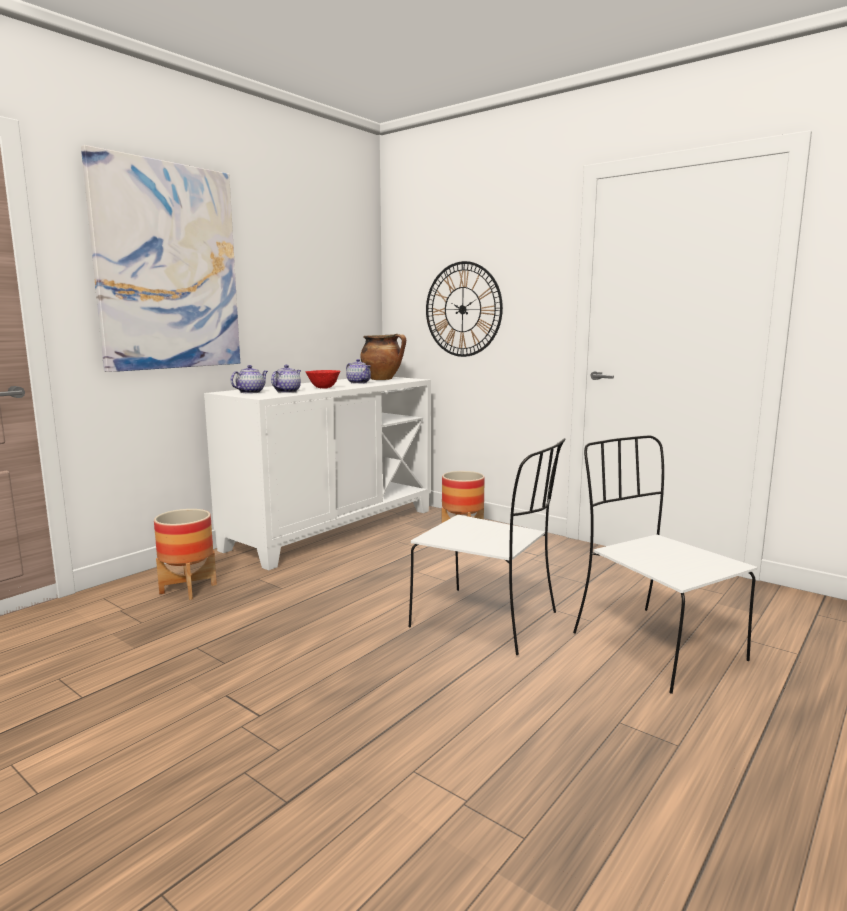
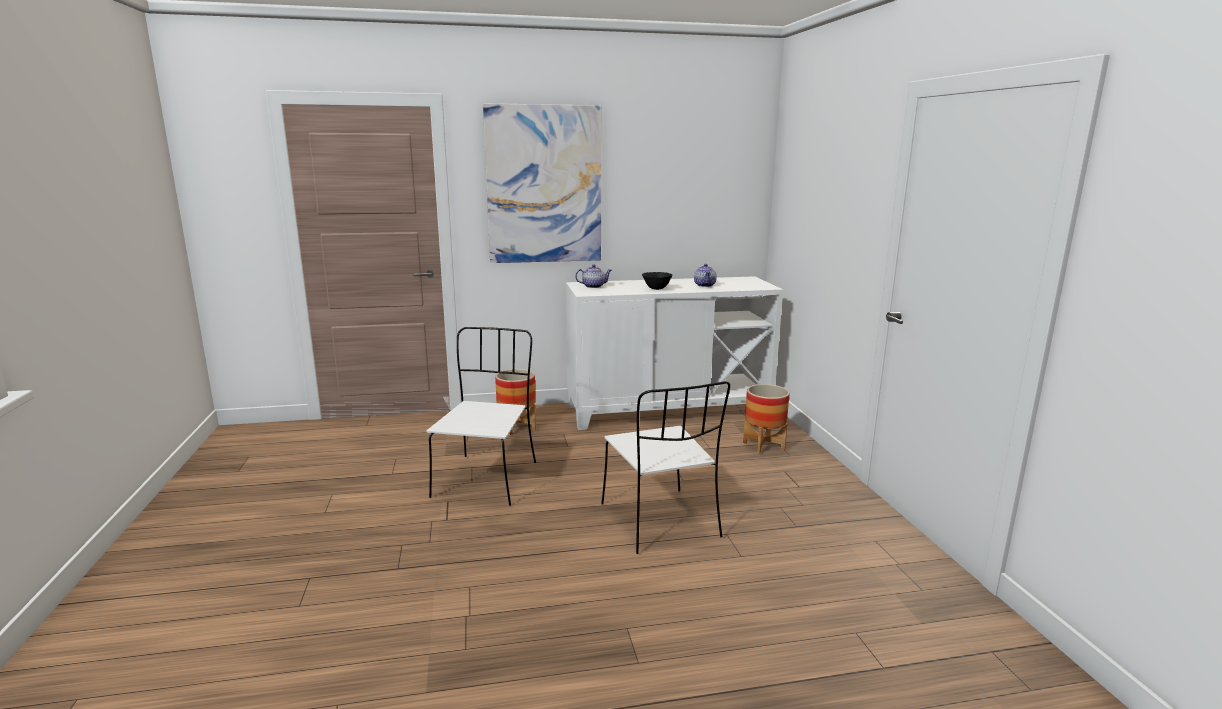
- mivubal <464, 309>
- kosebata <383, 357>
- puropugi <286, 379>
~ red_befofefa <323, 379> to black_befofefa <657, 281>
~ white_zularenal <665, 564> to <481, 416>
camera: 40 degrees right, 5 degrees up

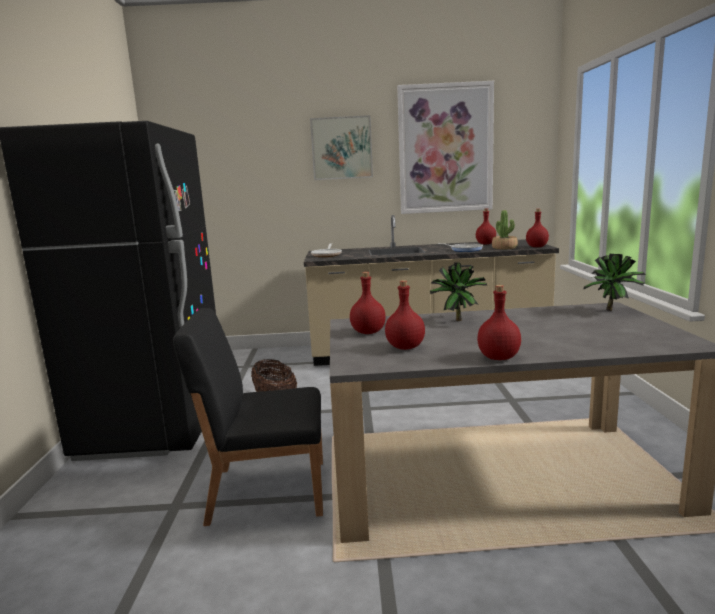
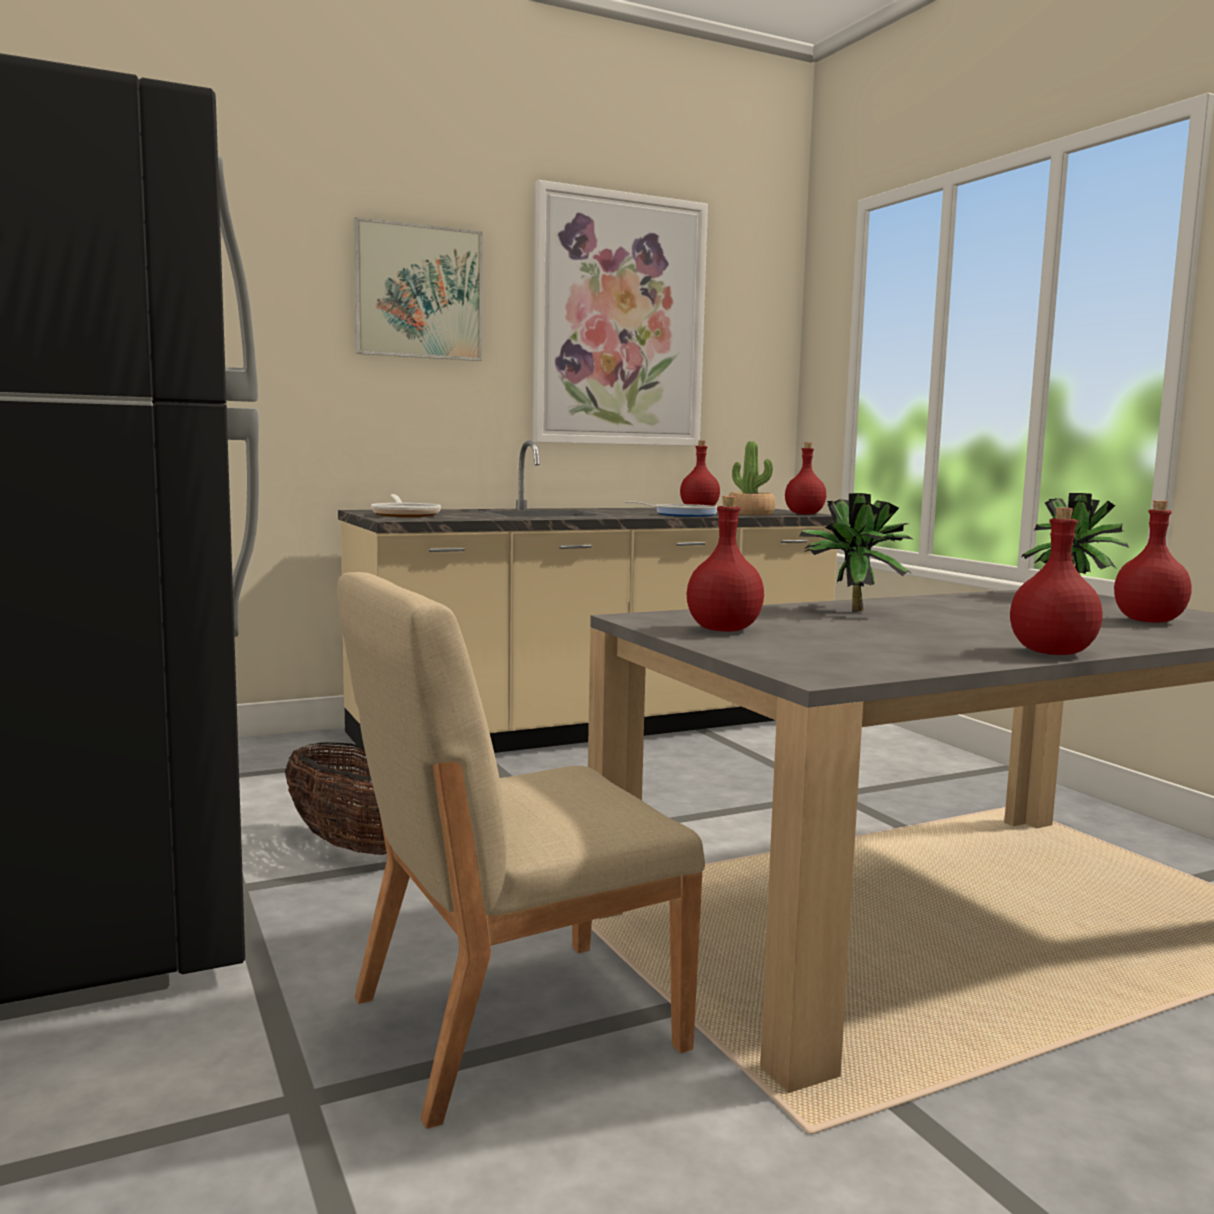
~ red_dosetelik <405, 315> to <1153, 562>
~ black_zularenal <248, 417> to beige_zularenal <521, 850>
camera: 25 degrees left, 5 degrees down

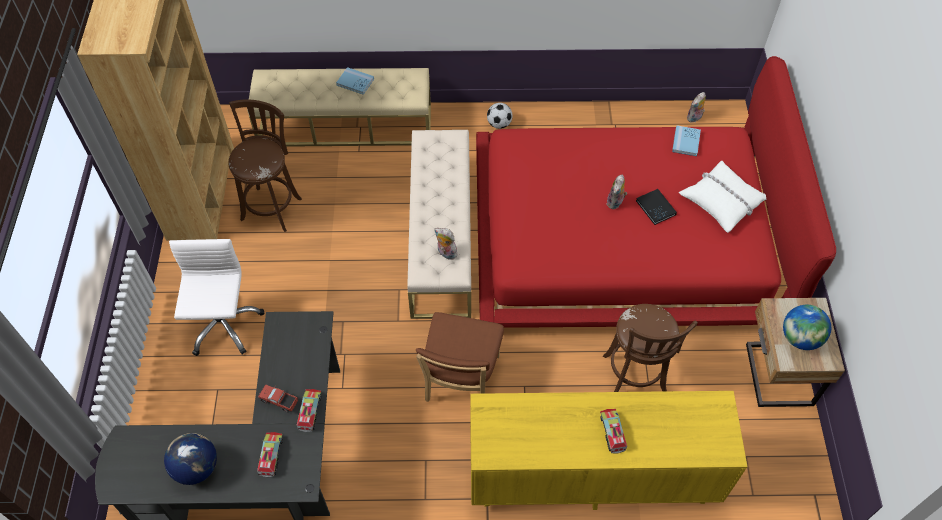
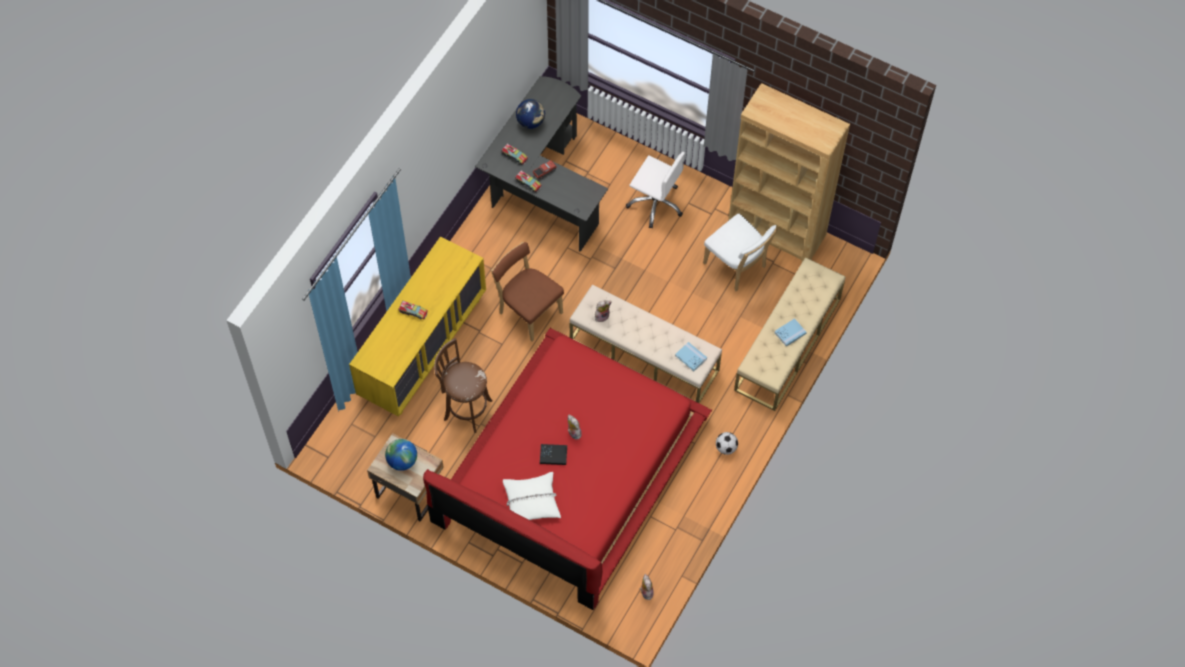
~ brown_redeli <265, 165> to white_zularenal <740, 252>
~ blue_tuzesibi <686, 140> to <691, 356>
camera: 120 degrees right, 5 degrees up

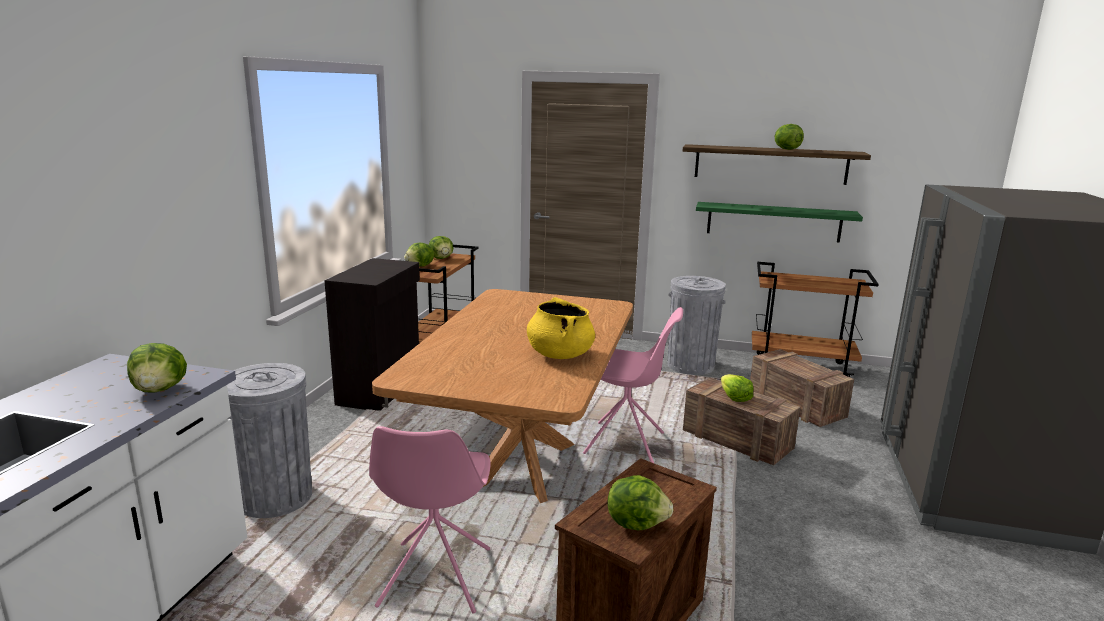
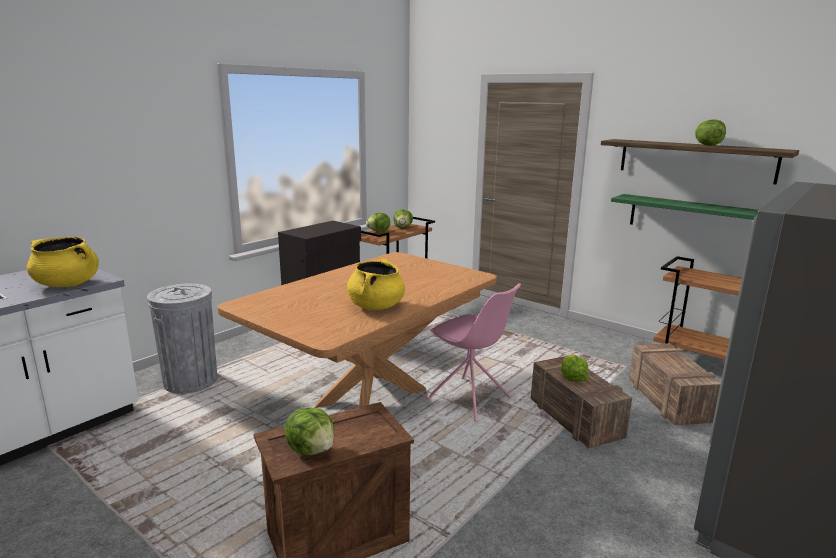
- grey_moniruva <696, 325>
~ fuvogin <157, 368> to yellow_kosebata <63, 262>
- pink_zularenal <430, 519>
camera: 25 degrees right, 0 degrees up

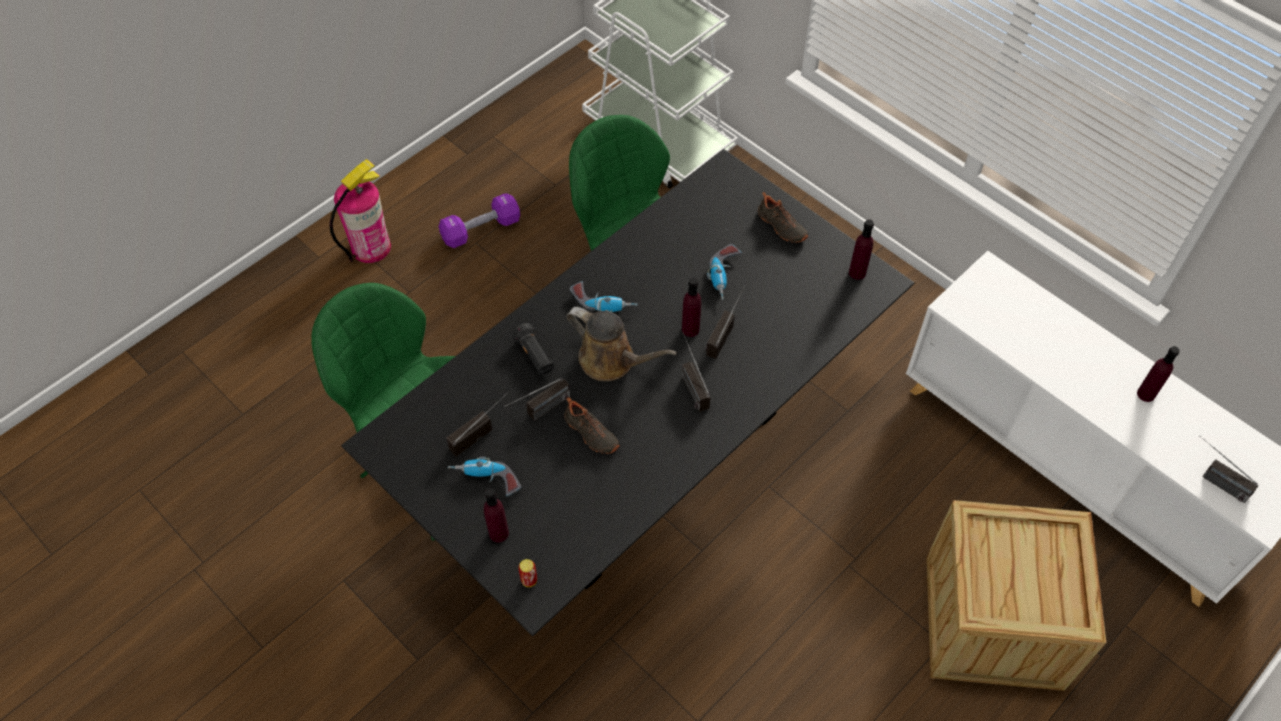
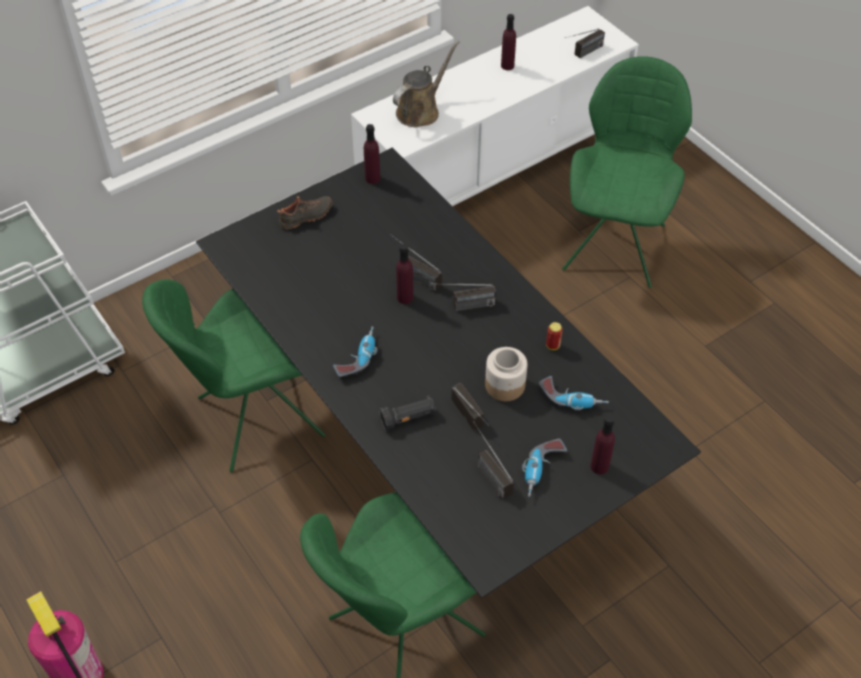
- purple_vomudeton <479, 220>
~ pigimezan <724, 272> to <574, 393>
~ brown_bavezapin <621, 344> to <426, 84>
~ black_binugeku <592, 425> to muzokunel <506, 374>
~ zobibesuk <1016, 595> to green_zularenal <627, 172>
~ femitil <527, 573> to <554, 336>
camera: 80 degrees left, 5 degrees down

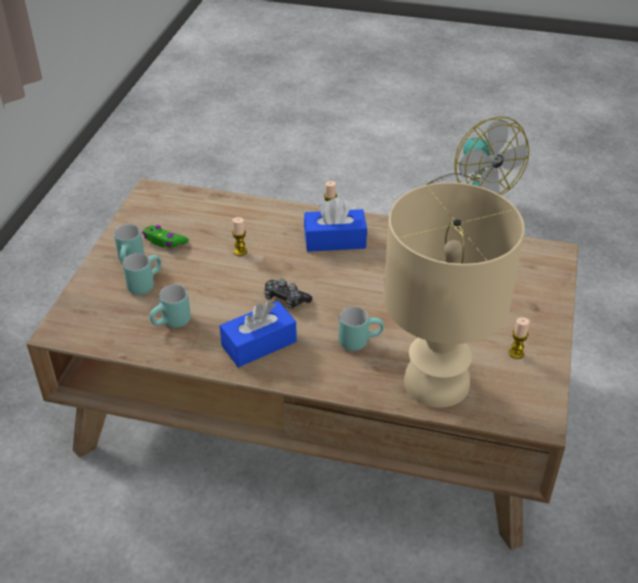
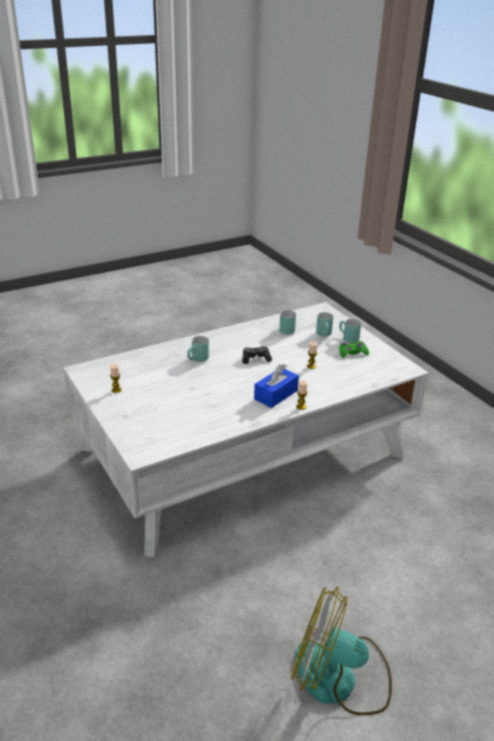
~ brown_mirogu <302, 364> to white_mirogu <246, 429>
- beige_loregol <454, 295>
- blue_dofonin <258, 334>
camera: 135 degrees right, 10 degrees down

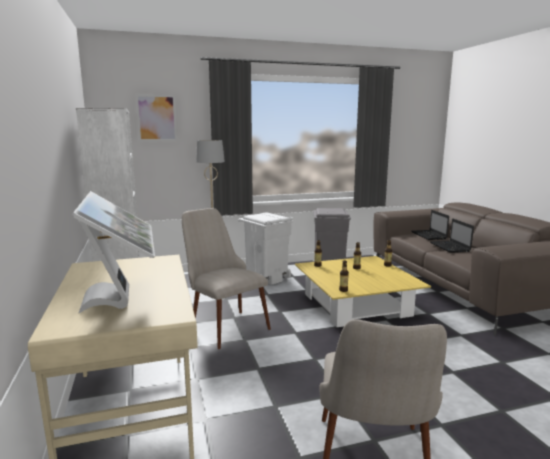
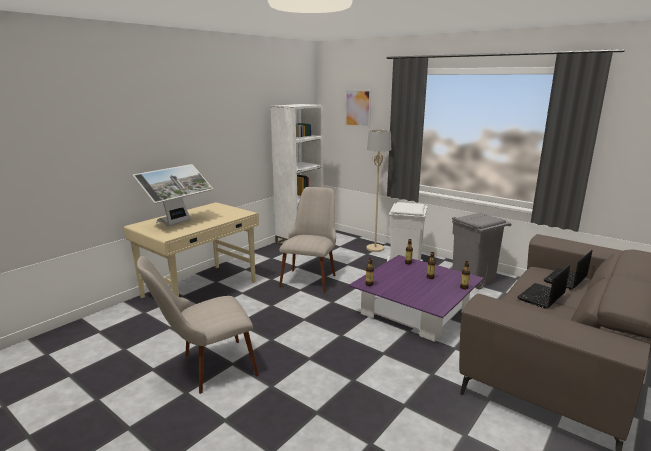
~ yellow_mirogu <363, 291> to purple_mirogu <416, 298>
camera: 55 degrees right, 5 degrees up

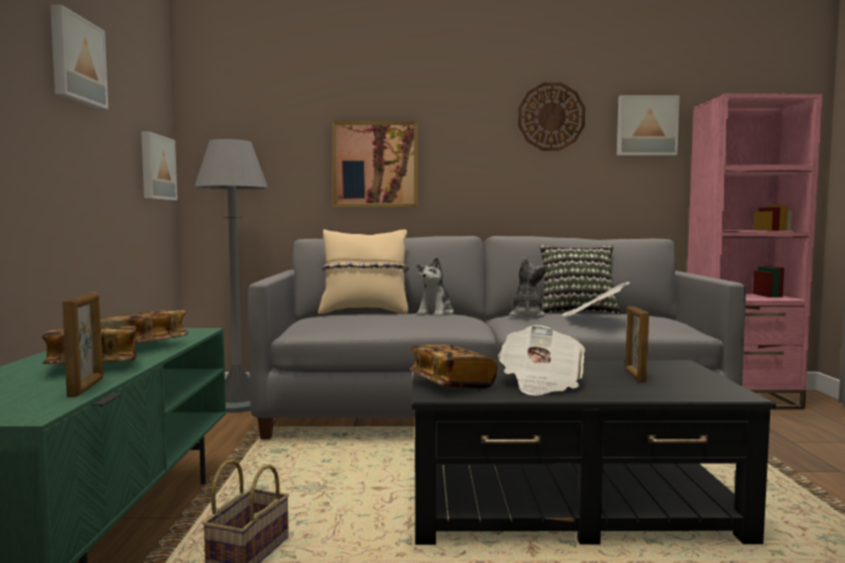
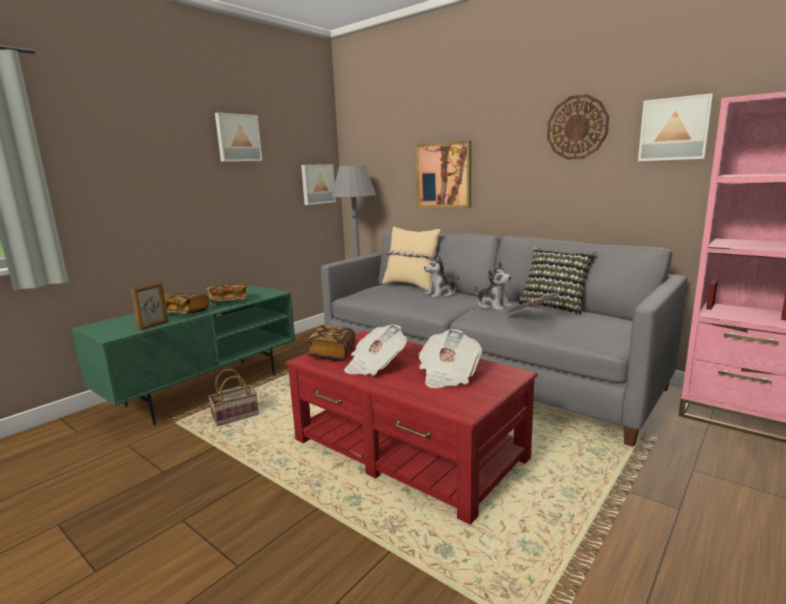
~ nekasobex <528, 287> = <494, 286> 90 degrees clockwise
~ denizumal <637, 344> to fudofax <450, 358>
~ black_mirogu <594, 452> to red_mirogu <411, 428>
camera: 40 degrees right, 10 degrees up

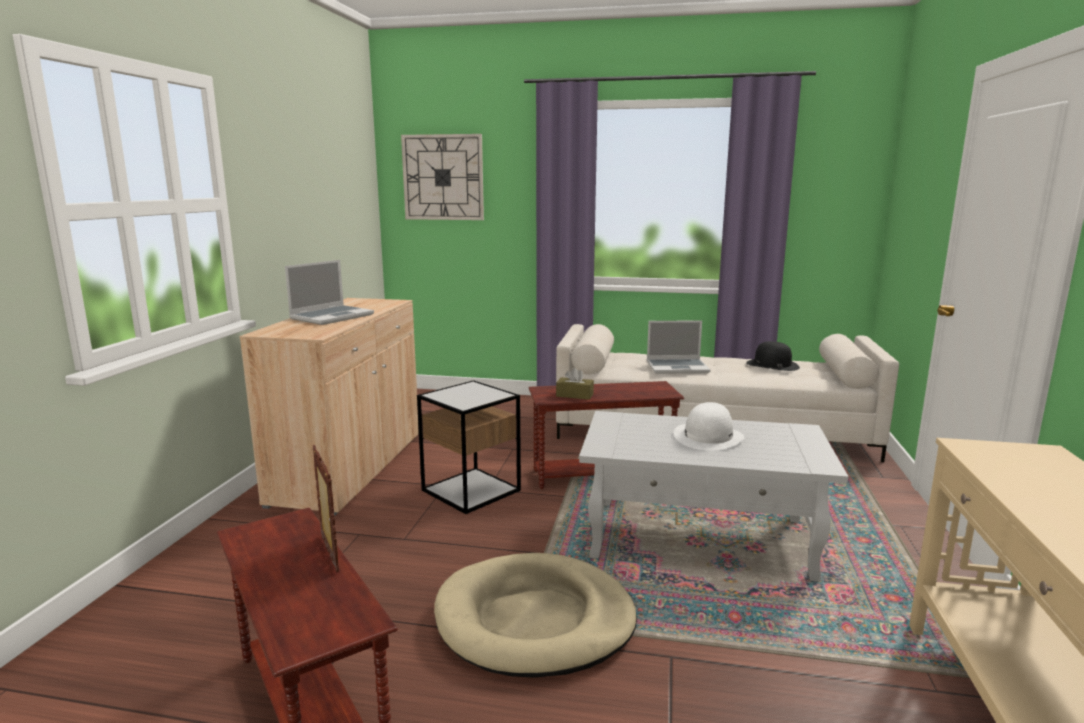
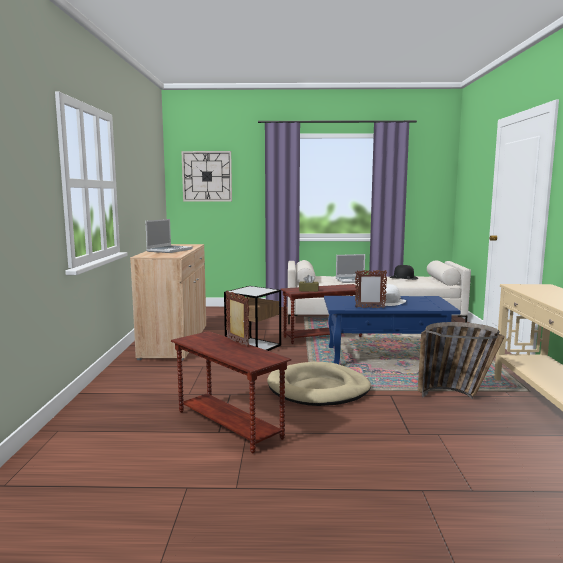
~ white_mirogu <713, 496> to blue_mirogu <392, 330>
+ denizumal <371, 289>
+ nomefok <461, 360>
camera: 10 degrees left, 5 degrees down

